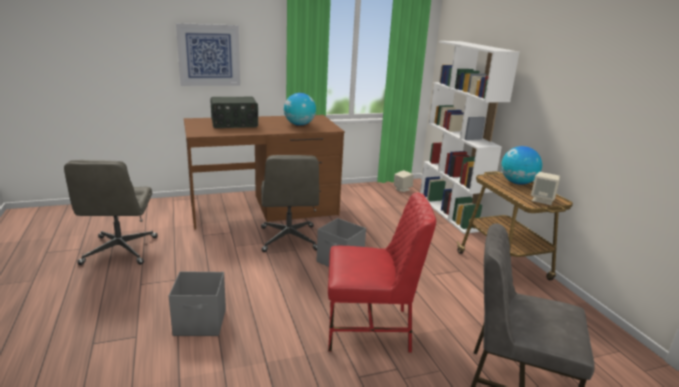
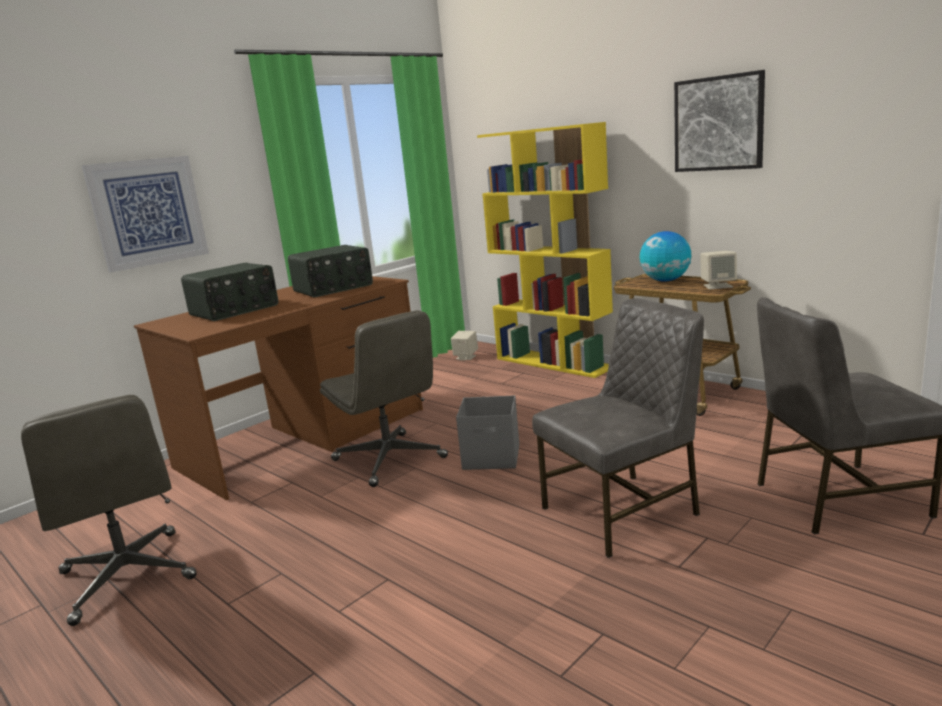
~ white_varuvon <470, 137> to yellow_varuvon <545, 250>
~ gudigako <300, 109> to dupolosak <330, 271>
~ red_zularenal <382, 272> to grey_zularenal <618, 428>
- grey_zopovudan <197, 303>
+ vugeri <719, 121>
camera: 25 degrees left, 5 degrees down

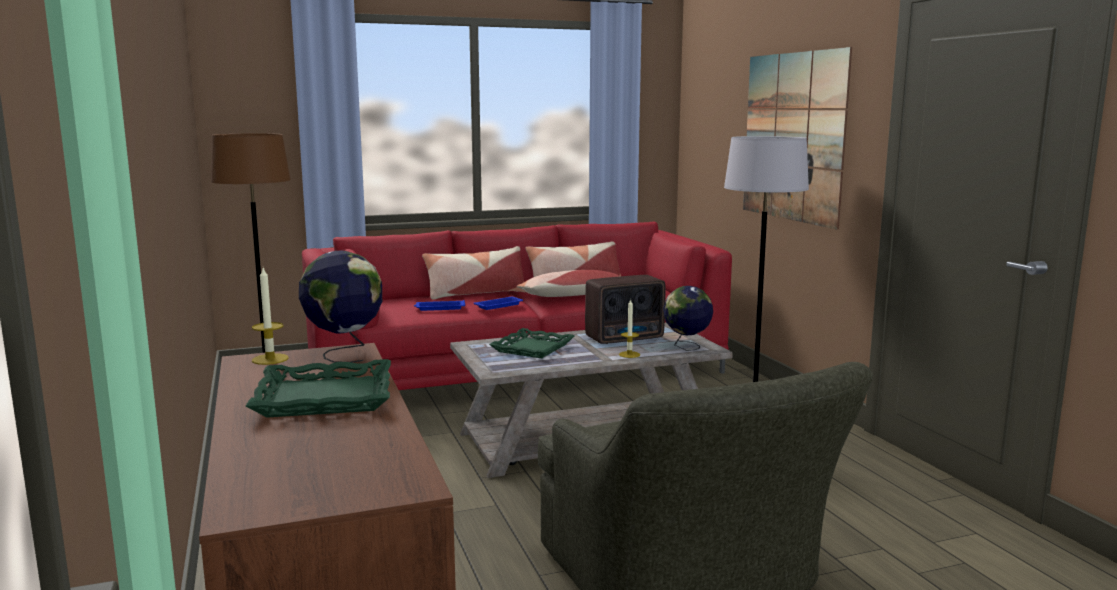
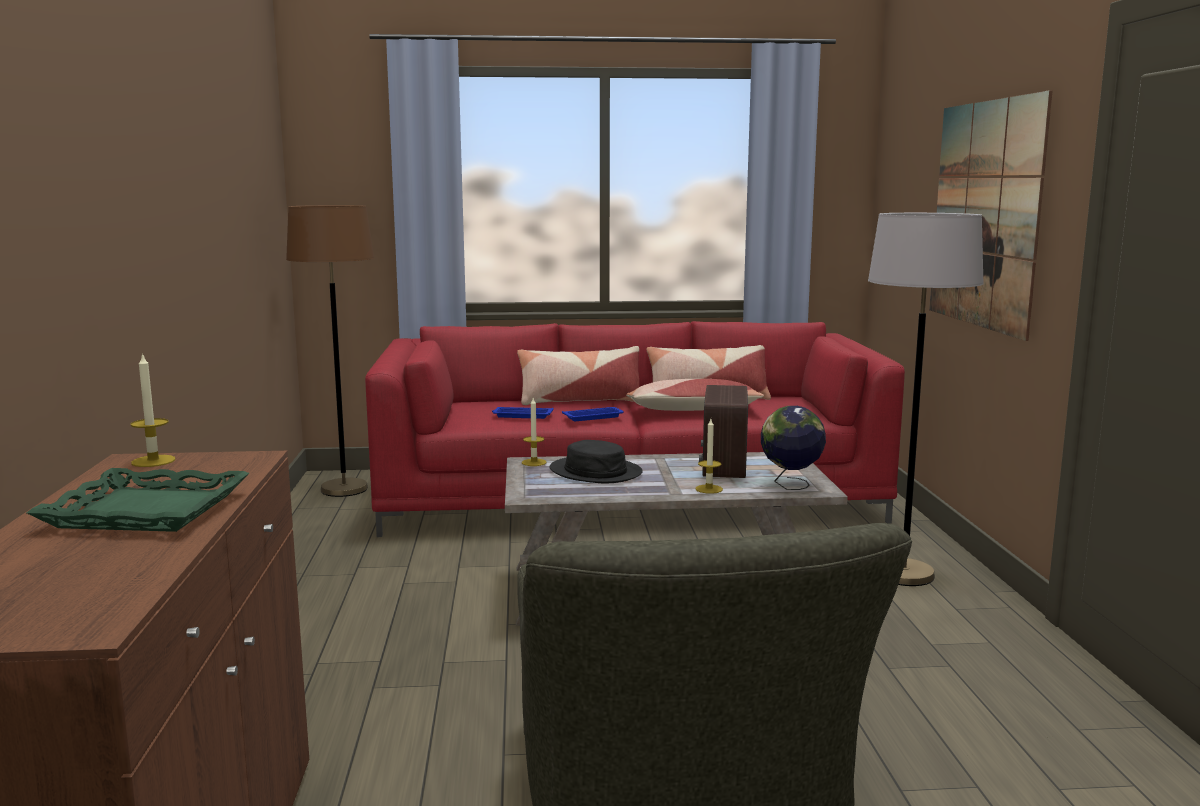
- gudigako <340, 306>
~ dupolosak <625, 309> = <723, 431> 105 degrees clockwise
~ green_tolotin <531, 343> to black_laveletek <596, 461>
+ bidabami <534, 432>
camera: 15 degrees right, 0 degrees up

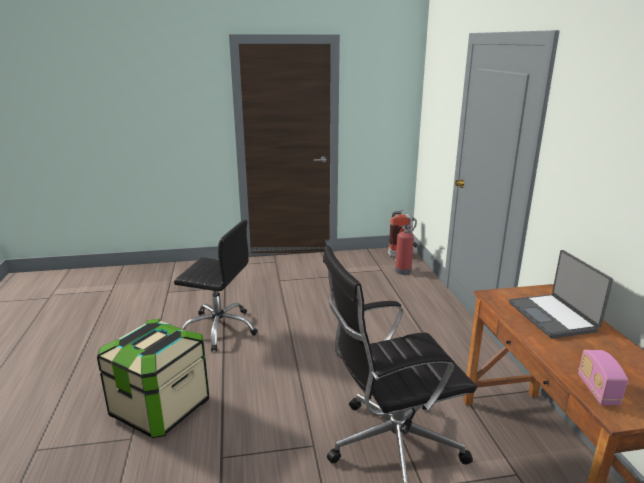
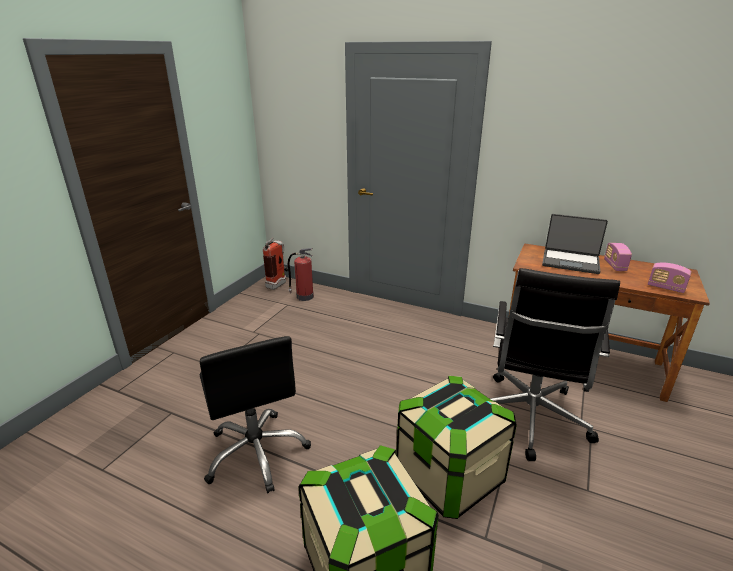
~ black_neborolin <216, 285> = <255, 414> 105 degrees clockwise
+ dupolosak <618, 257>
+ zopovudan <456, 447>
camera: 55 degrees left, 5 degrees up

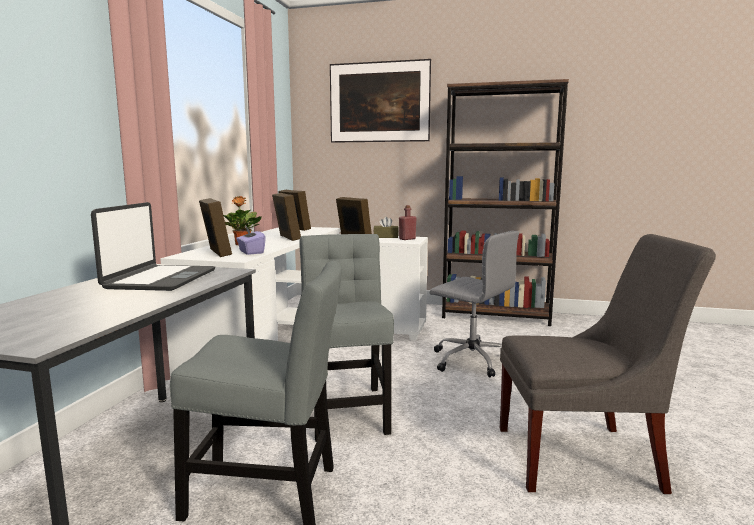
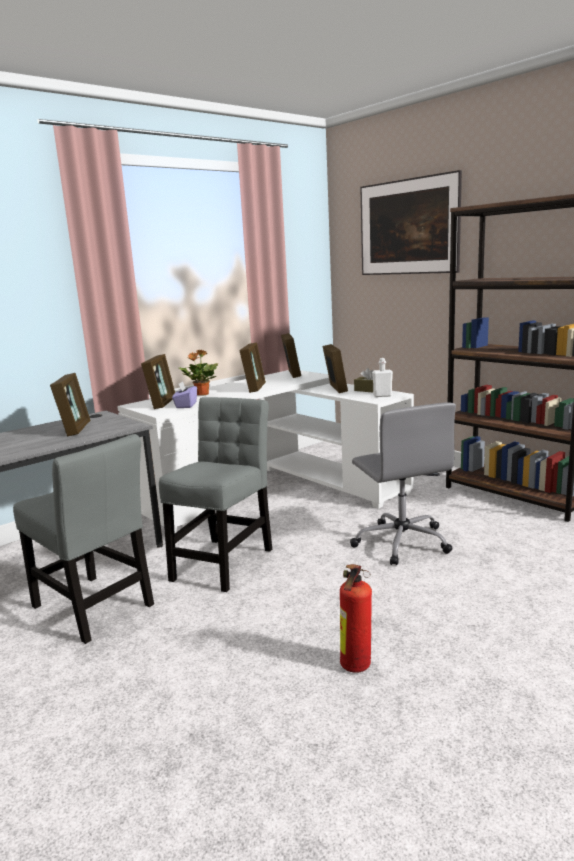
~ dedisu <153, 246> to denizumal <70, 405>
~ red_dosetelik <407, 222> to white_dosetelik <382, 377>
~ grey_zularenal <608, 364> to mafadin <356, 618>
camera: 35 degrees right, 5 degrees up

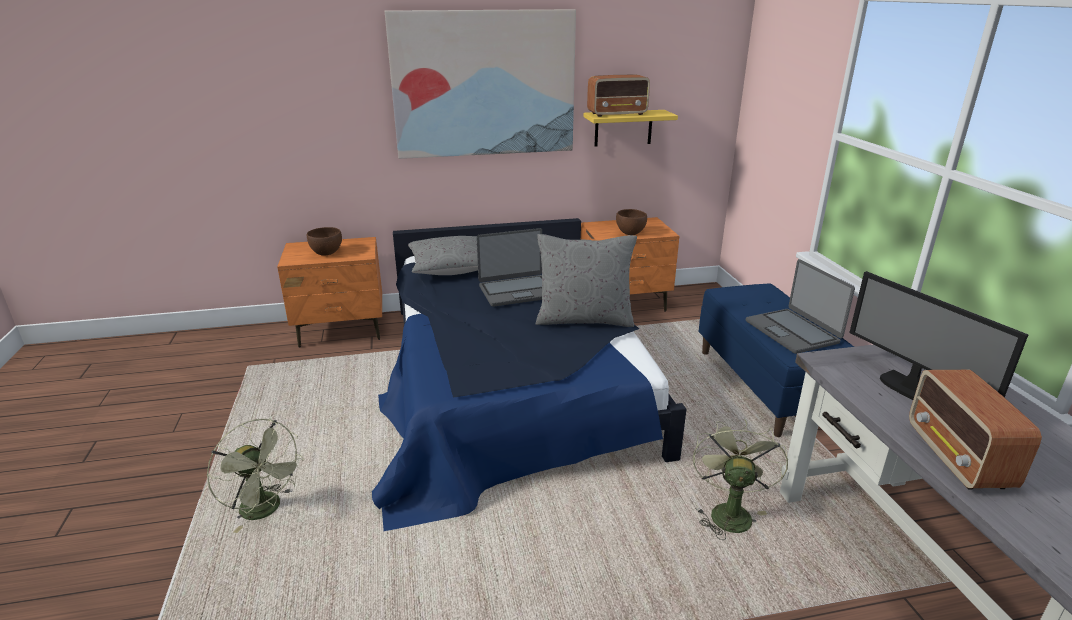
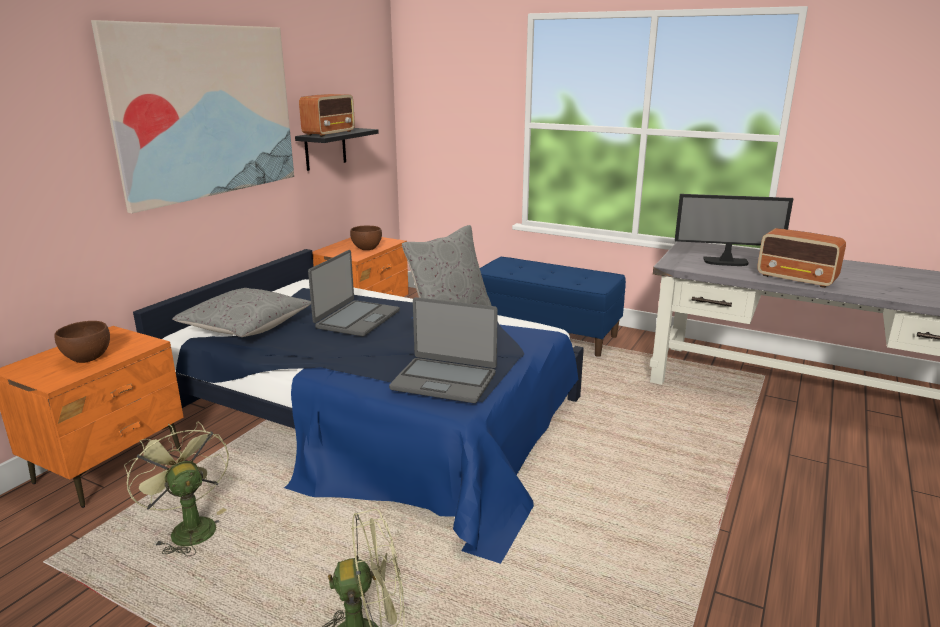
~ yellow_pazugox <631, 128> to black_pazugox <337, 149>
~ dedisu <800, 306> to <443, 350>
~ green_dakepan <740, 479> to <176, 489>
camera: 50 degrees left, 5 degrees down

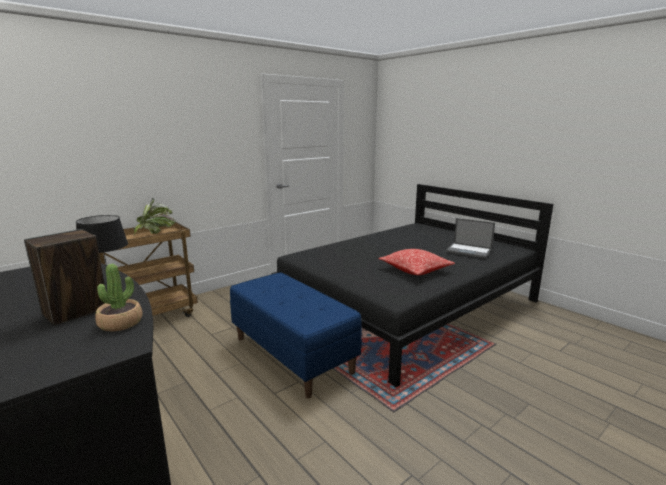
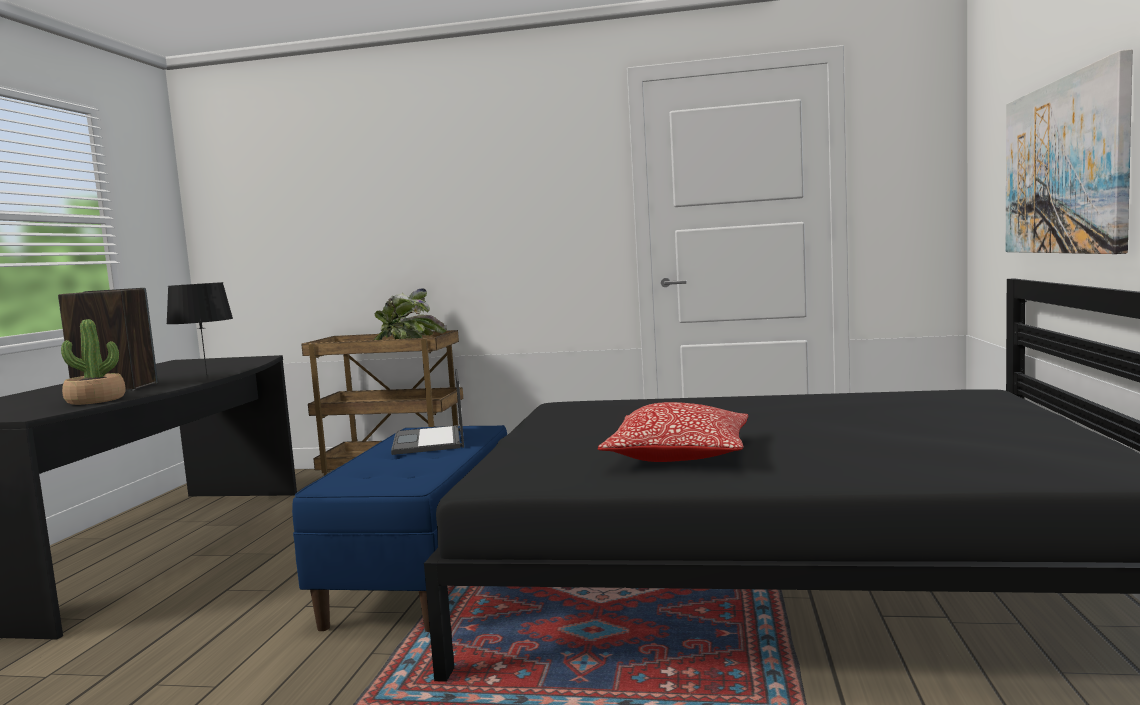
~ dedisu <470, 238> to <427, 412>
+ vugeri <1069, 151>
camera: 50 degrees right, 10 degrees down

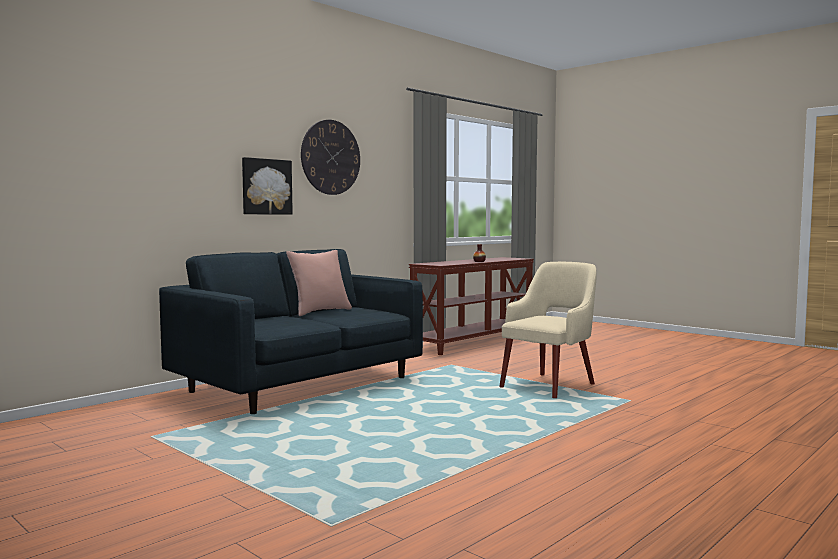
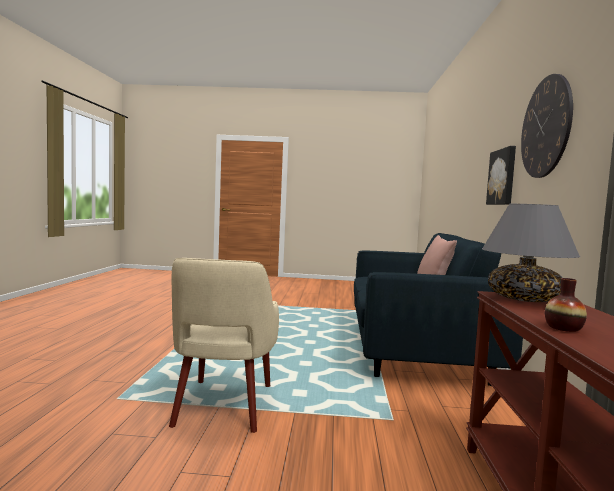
+ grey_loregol <531, 253>
camera: 140 degrees right, 0 degrees up

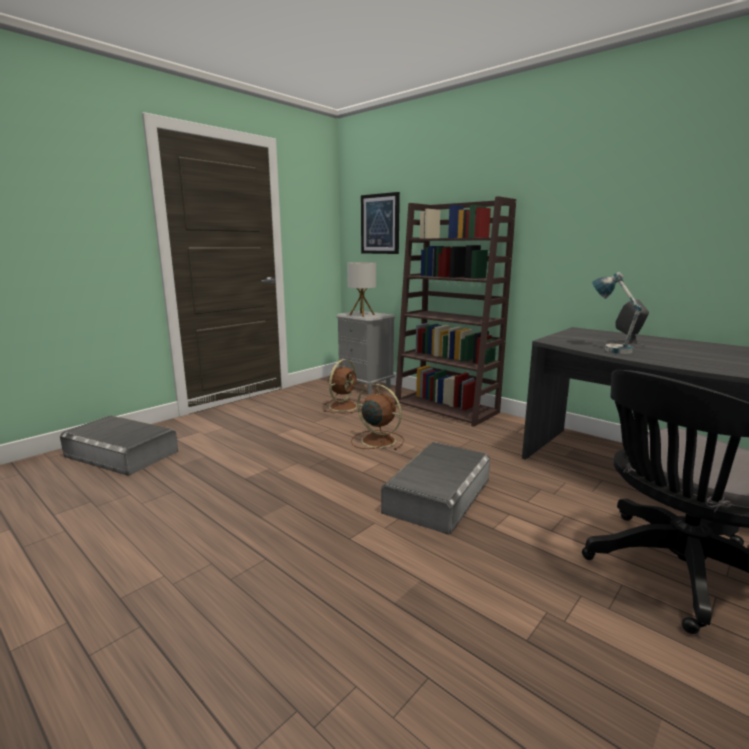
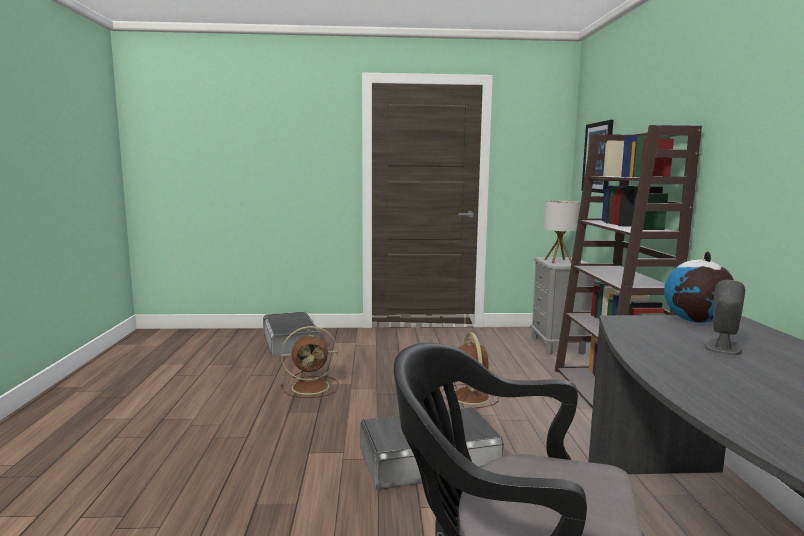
- loregol <617, 313>
~ brown_dakepan <343, 386> to <310, 362>
+ gudigako <699, 287>
camera: 45 degrees right, 5 degrees down

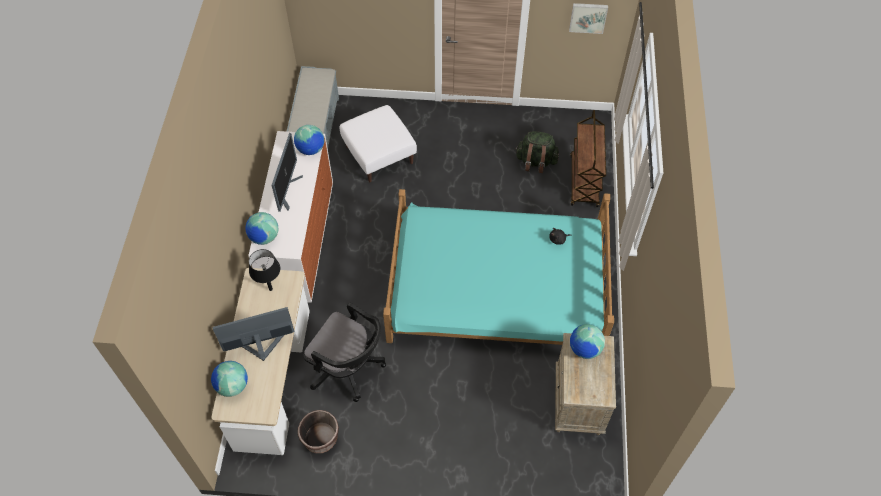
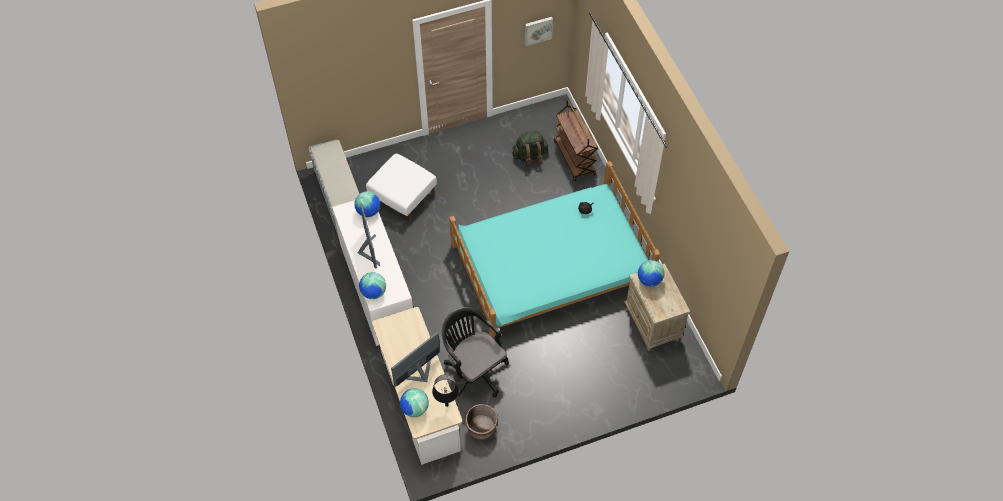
~ black_loregol <264, 270> to <445, 391>
~ black_neborolin <345, 352> = <475, 352> 135 degrees counterclockwise
camera: 25 degrees left, 0 degrees up

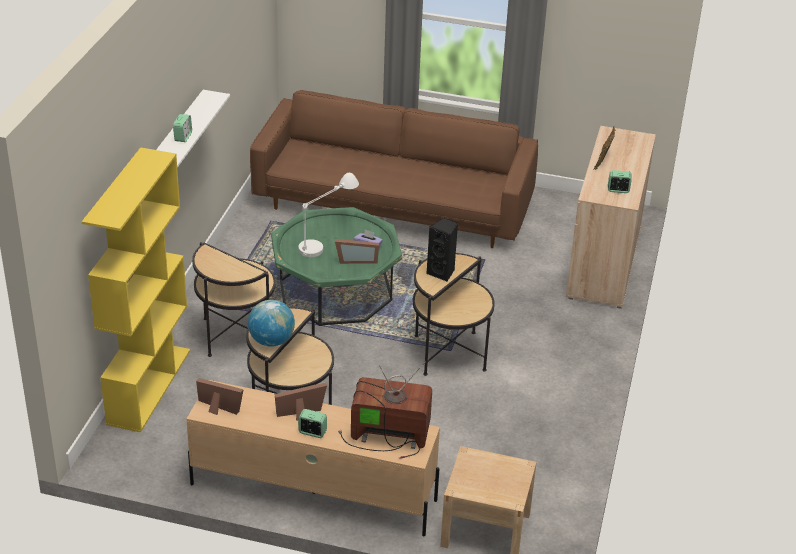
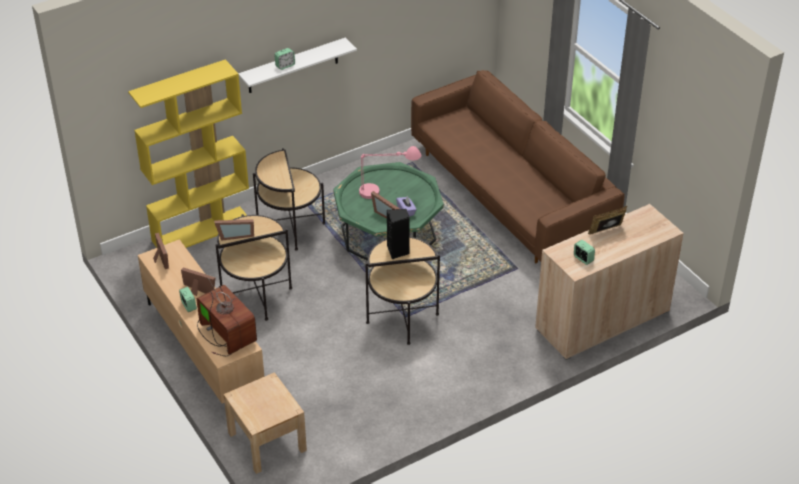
~ white_loregol <329, 215> to pink_loregol <390, 172>
~ gudigako <271, 323> to denizumal <234, 230>
camera: 45 degrees right, 5 degrees up

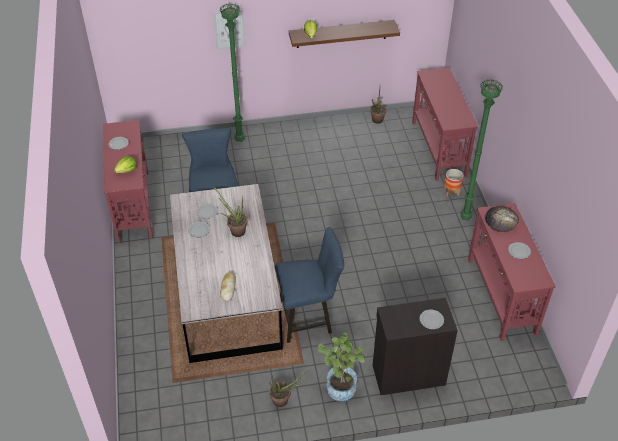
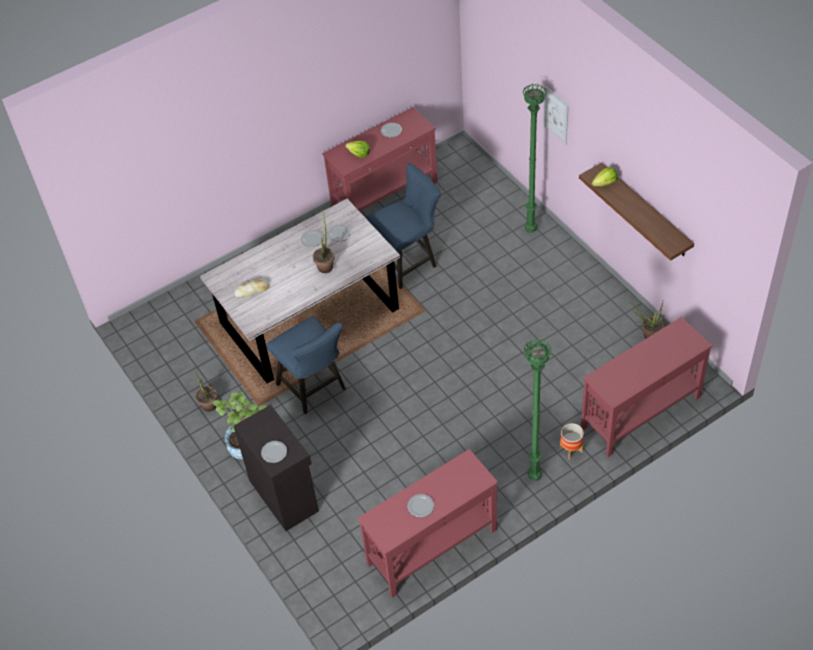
- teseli <502, 219>
camera: 70 degrees right, 5 degrees up

